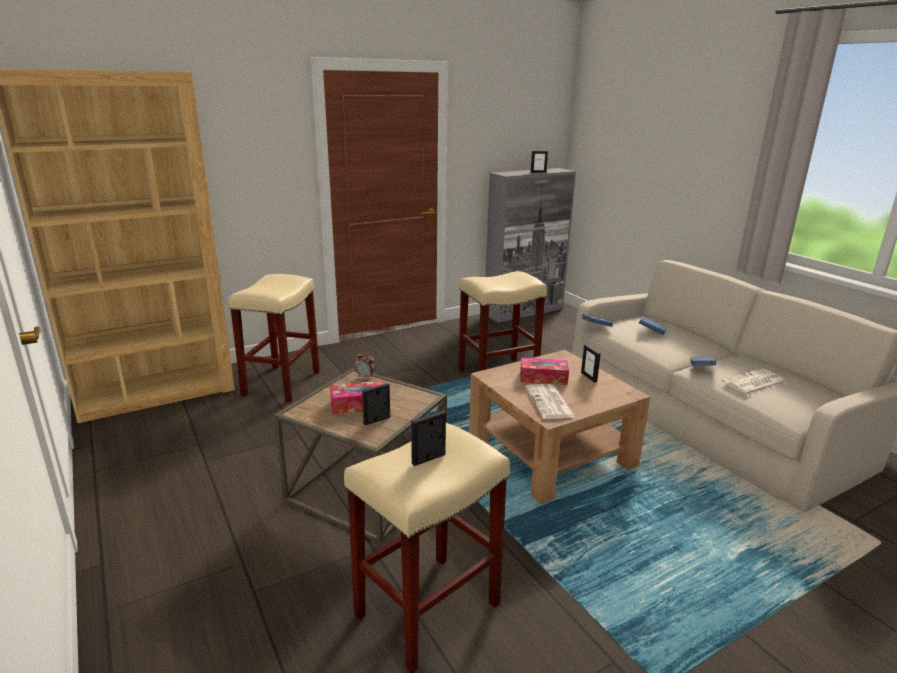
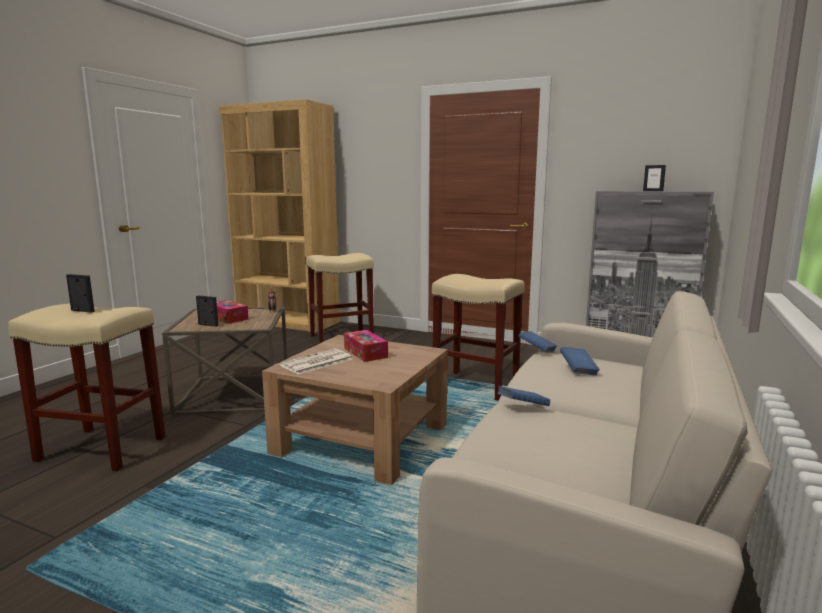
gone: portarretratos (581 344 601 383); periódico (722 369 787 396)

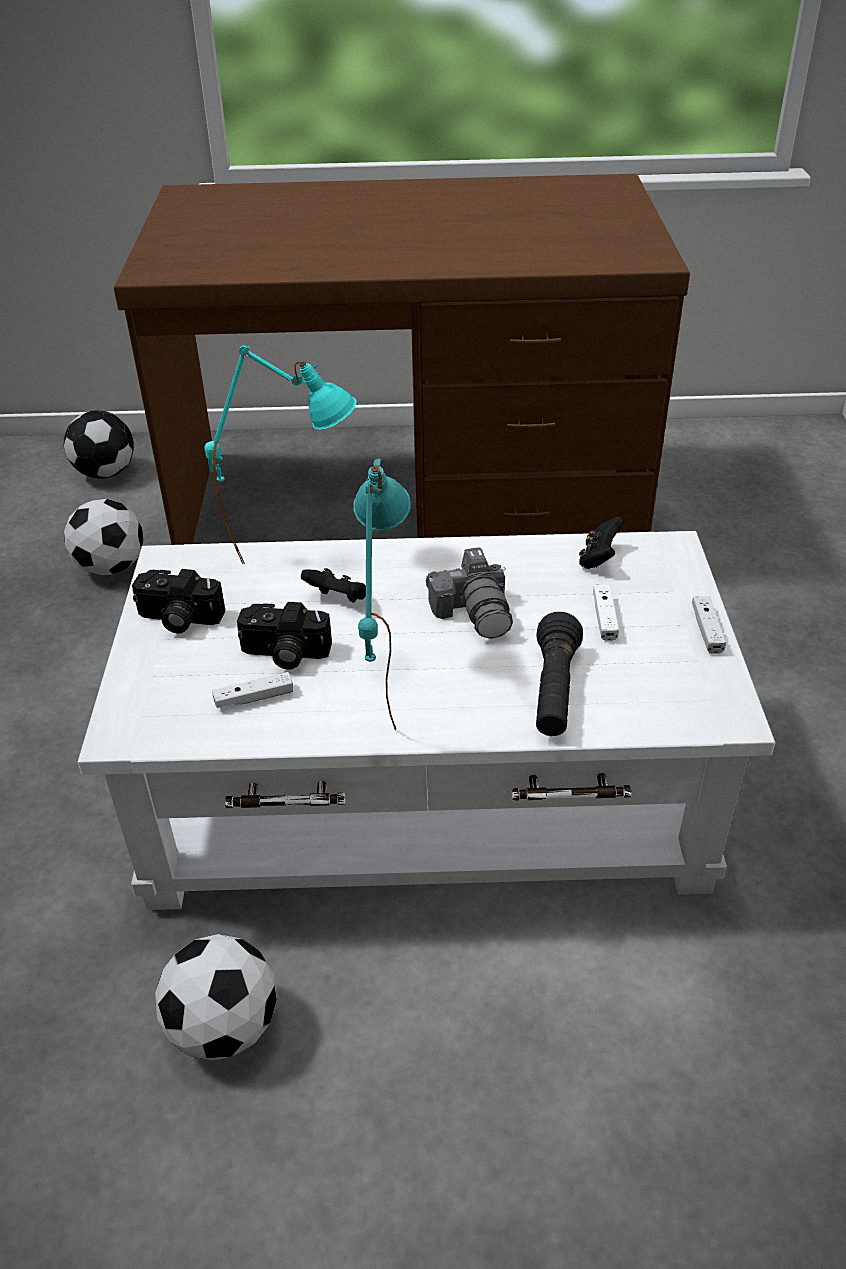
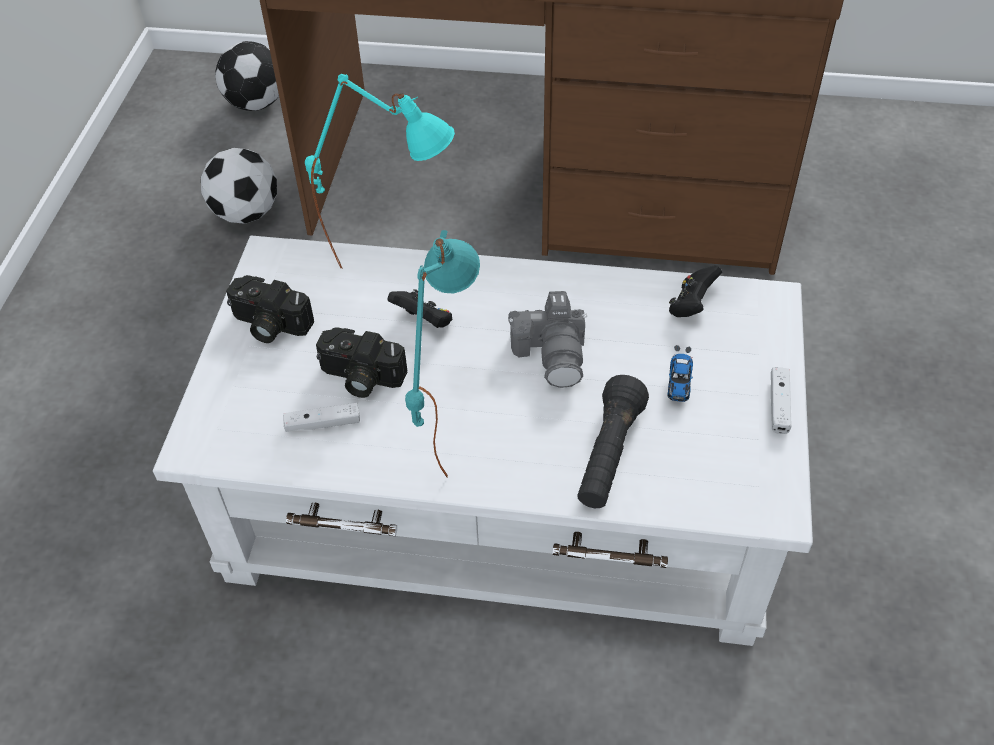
gone: balón de fútbol (155 934 277 1061)
swapped: mando de consola (blanco) (593 585 619 641) to coche de juguete (667 345 693 402)

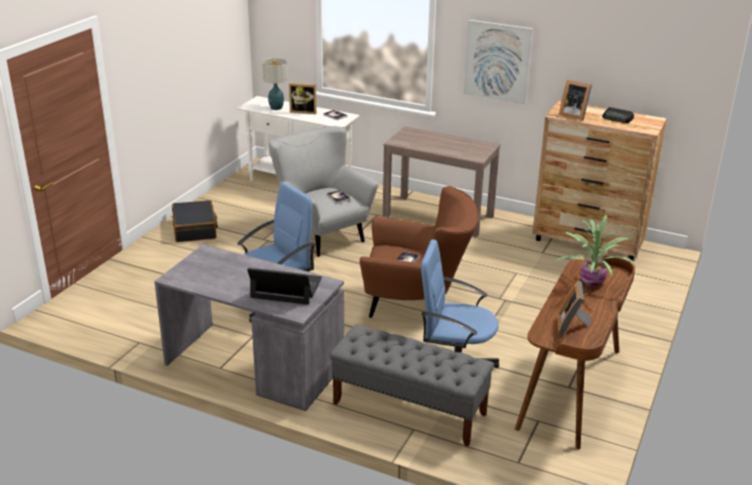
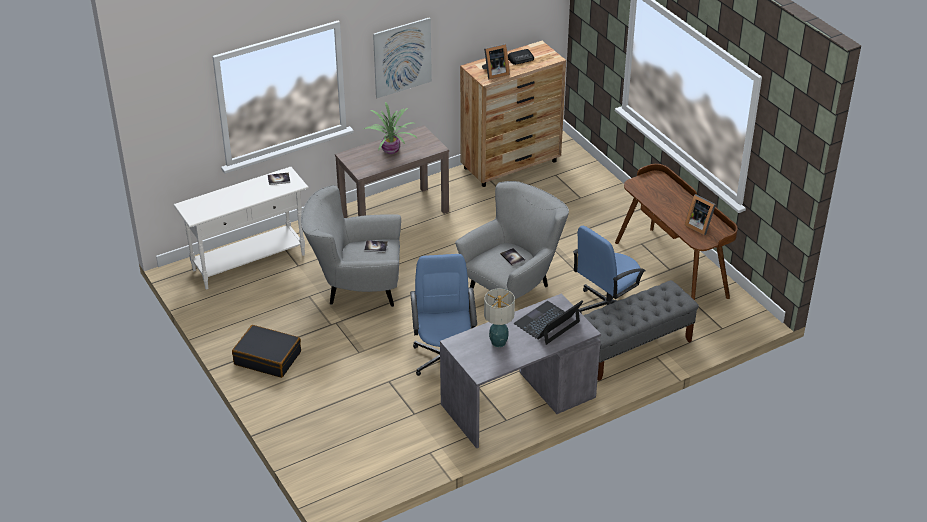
gone: portarretratos (289 83 317 114)
shifted: lámpara de mesa (262 58 288 110) to (484 288 515 347); planta en maceta (554 215 636 287) to (364 102 417 154)
repainted: sillón (marrón) (360 186 479 318) to sillón (gris) (455 181 569 299)

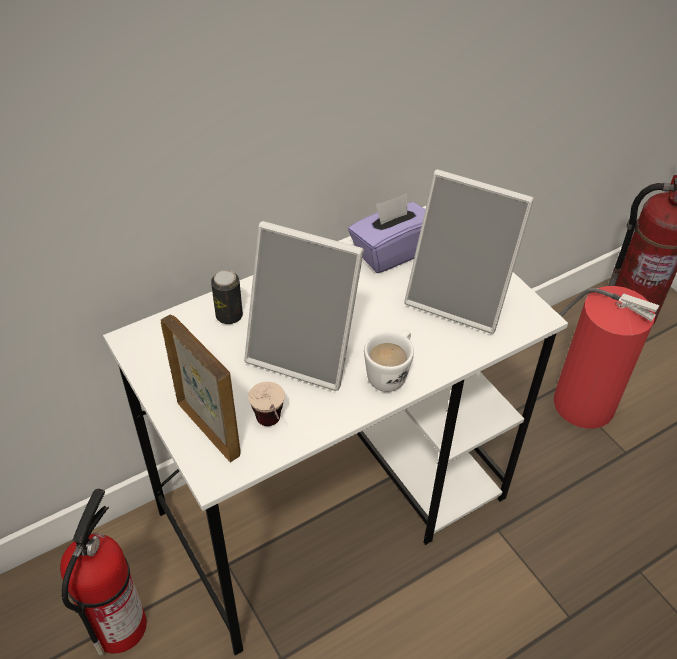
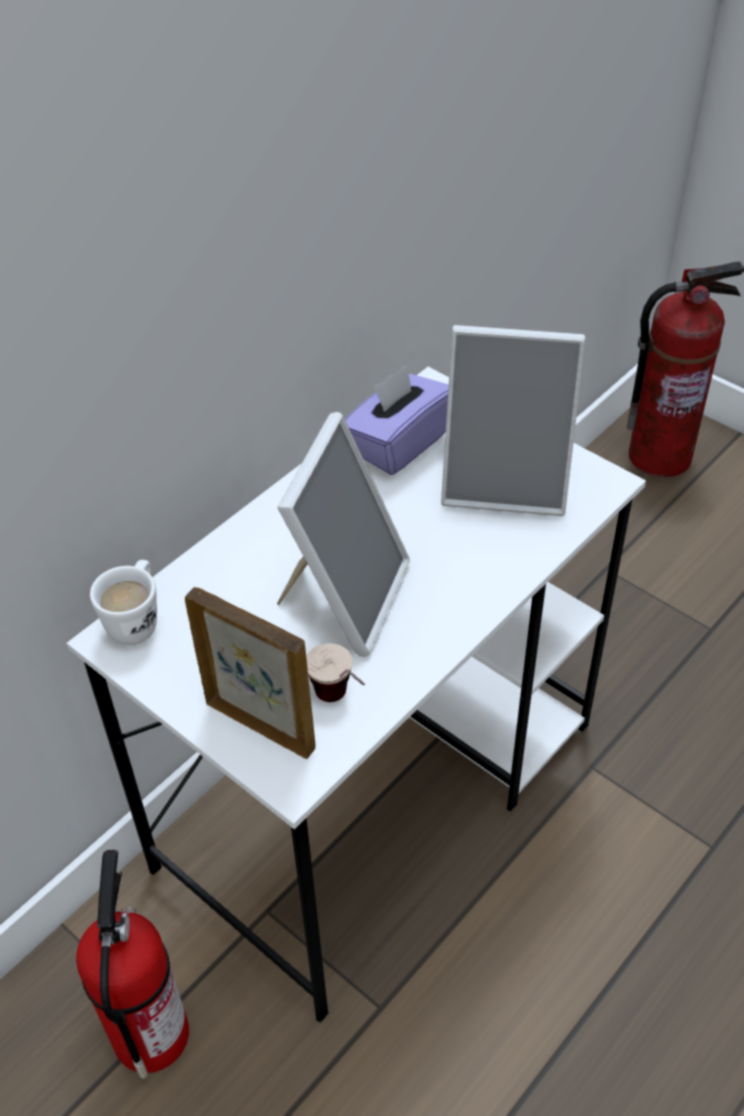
gone: lata (211 270 243 324); extintor (553 286 660 428)
shifted: taza grande (blanco) (364 330 414 392) to (90 560 157 645)
rotated: portarretratos (244 221 364 391) = (277 412 410 657) 75 degrees counterclockwise

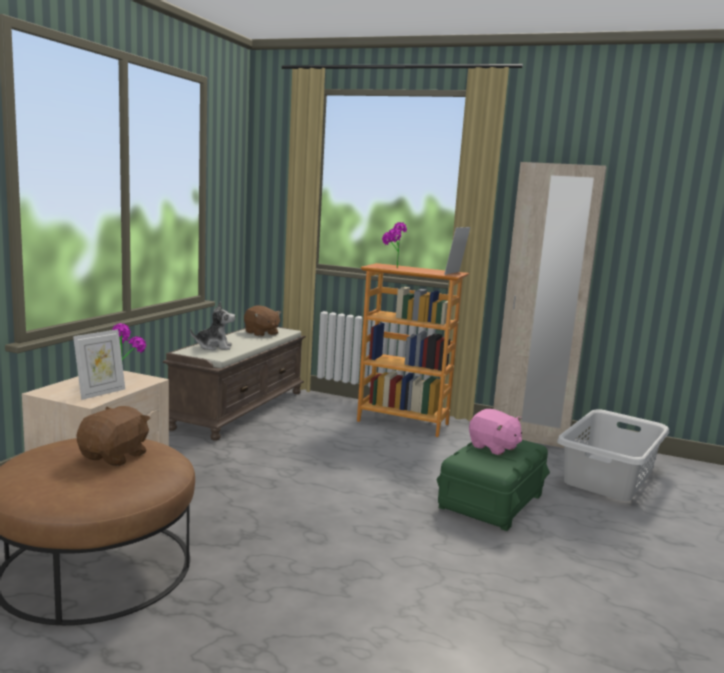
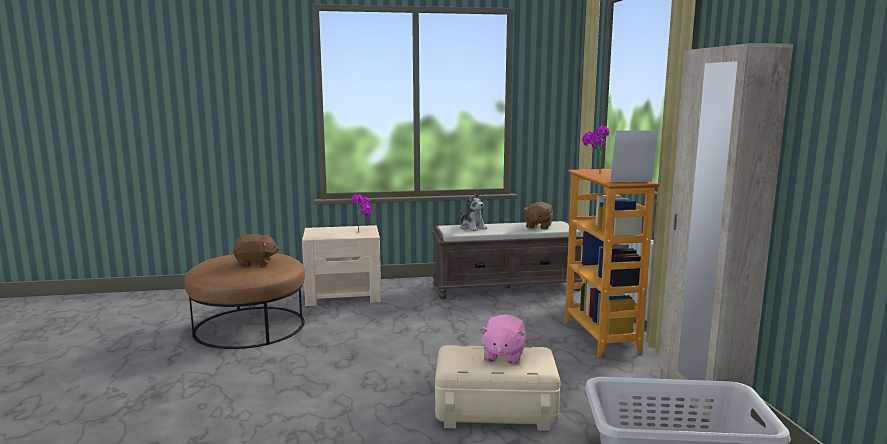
gone: portarretratos (73 329 125 400)
repainted: caja de almacenaje (verde) (436 440 550 531) to caja de almacenaje (beis) (435 345 560 431)

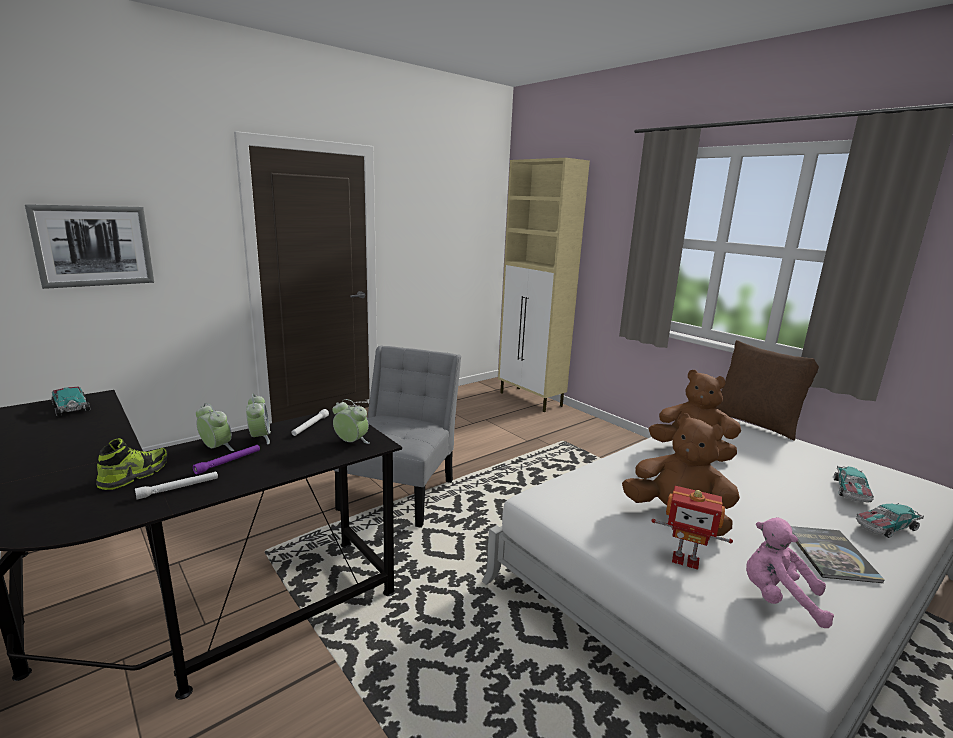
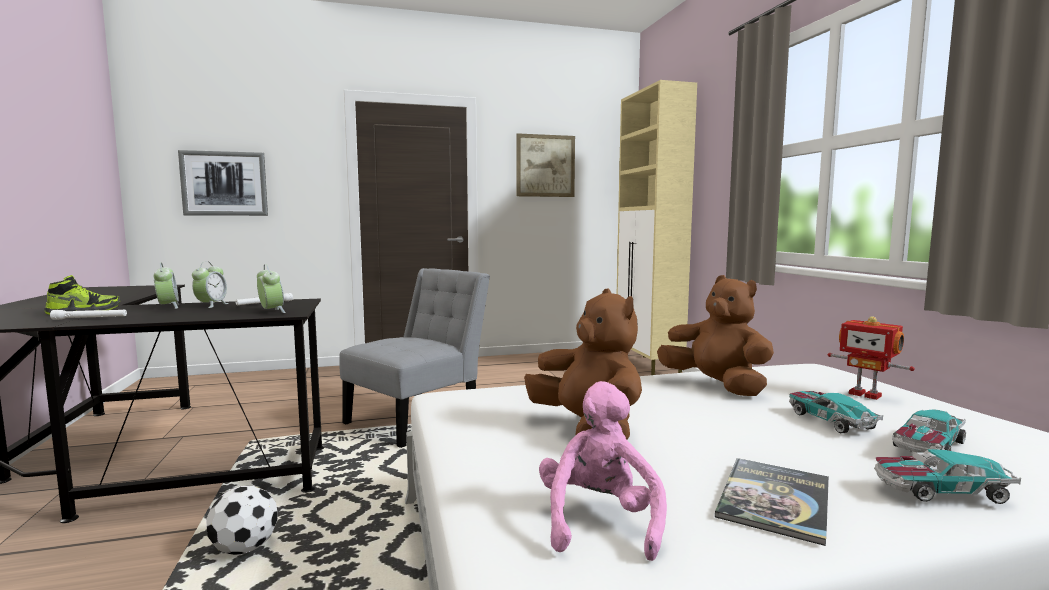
gone: linterna (morado) (193 445 260 475); cojín (marrón) (716 340 819 441)
new: balón de fútbol (207 485 278 555); cuadro (516 133 575 197)
shifted: coche de juguete (51 386 90 416) to (789 391 883 433); robot de juguete (651 486 733 570) to (828 316 915 400)
rotated: peluche (rosa) (746 517 834 628) = (539 381 667 561) 45 degrees clockwise

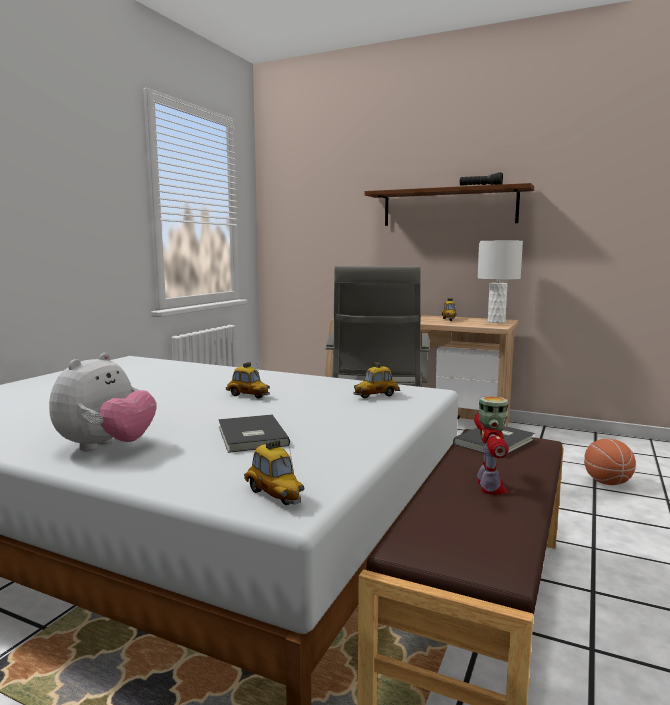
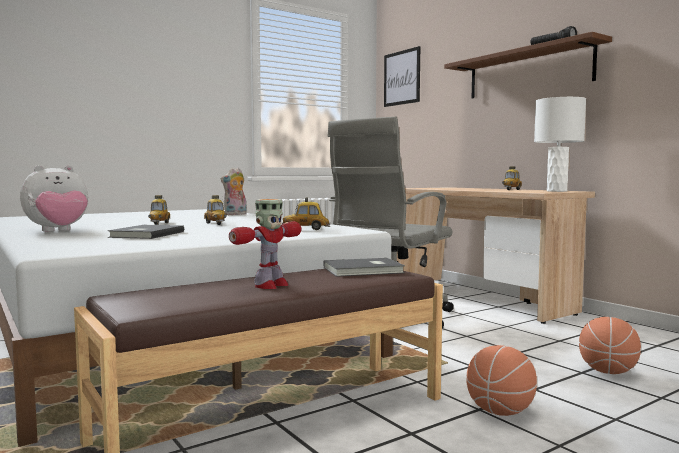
new: peluche (221 168 247 215); cuadro (384 46 420 107); balón de baloncesto (466 345 537 416)
shifted: coche de juguete (244 439 304 505) to (148 195 170 225)

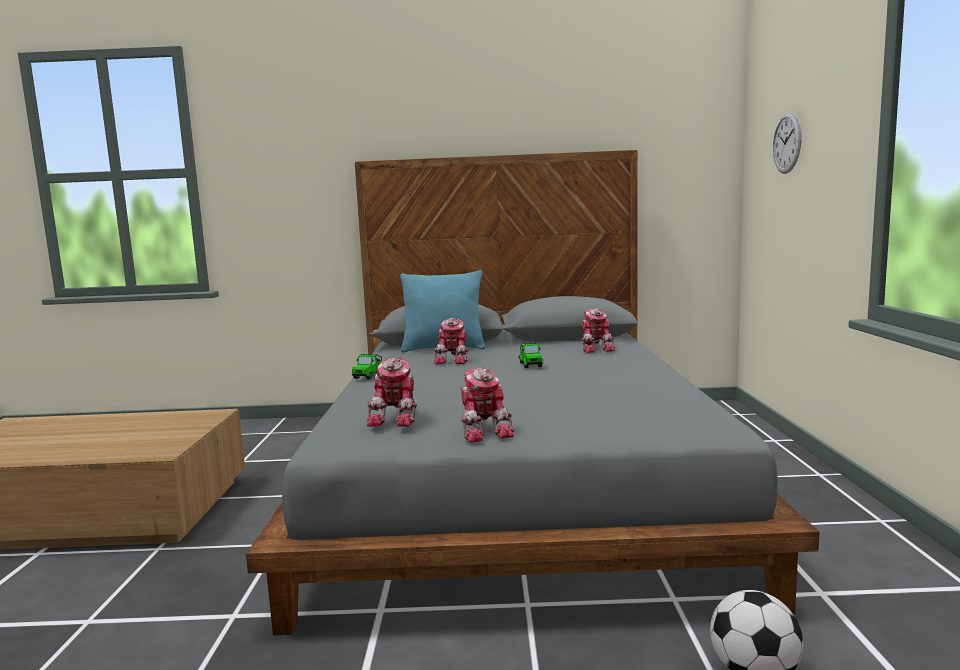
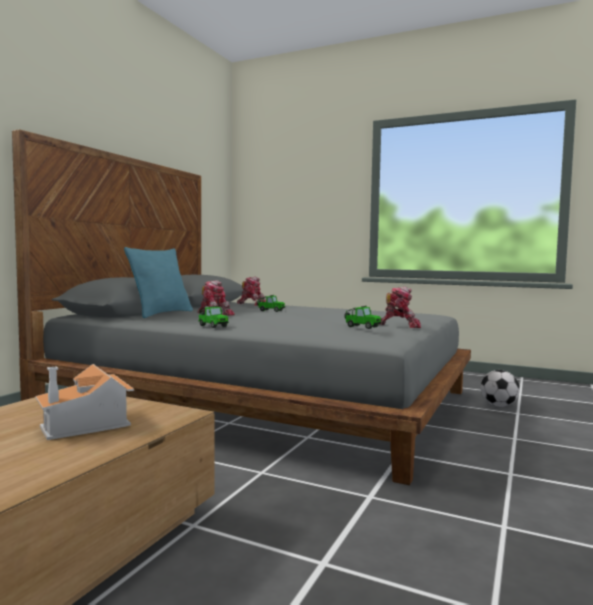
gone: reloj de pared (773 112 802 174)
new: casita (35 364 134 440)
swapped: robot de juguete (367 358 417 427) to coche de juguete (344 306 381 329)

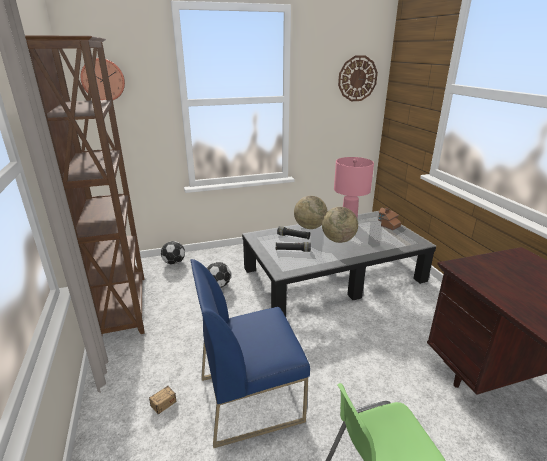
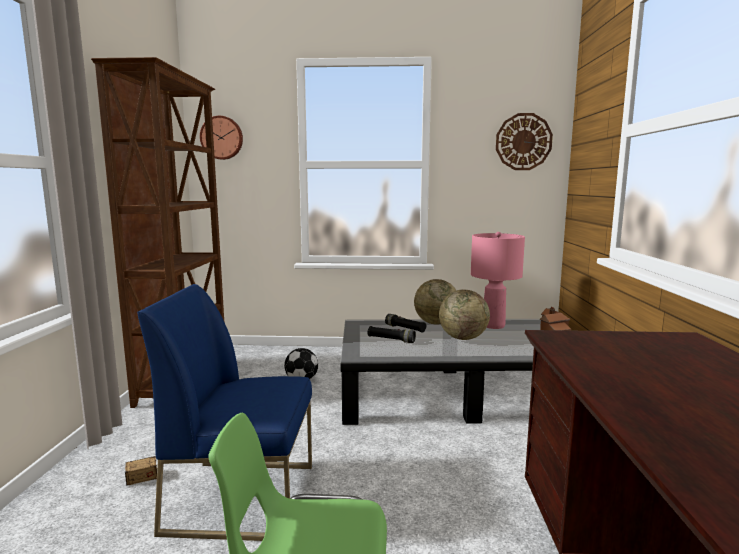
gone: balón de fútbol (161 241 185 265)

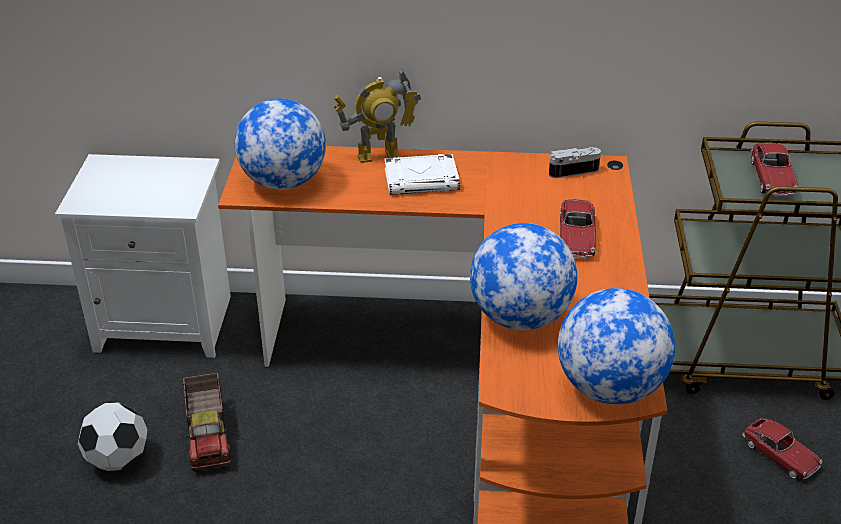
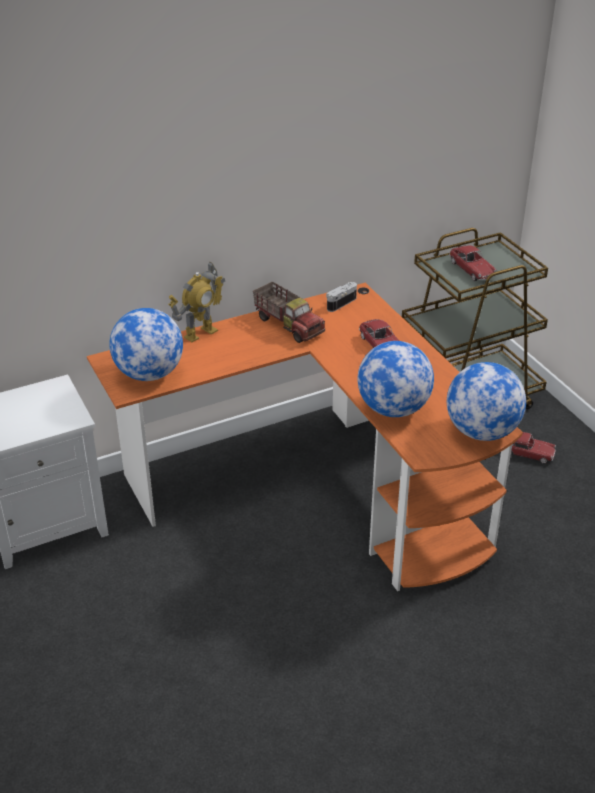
gone: balón de fútbol (78 402 148 471); libro (blanco) (384 154 460 195)
shifted: camión de juguete (183 373 231 471) to (253 282 325 343)

